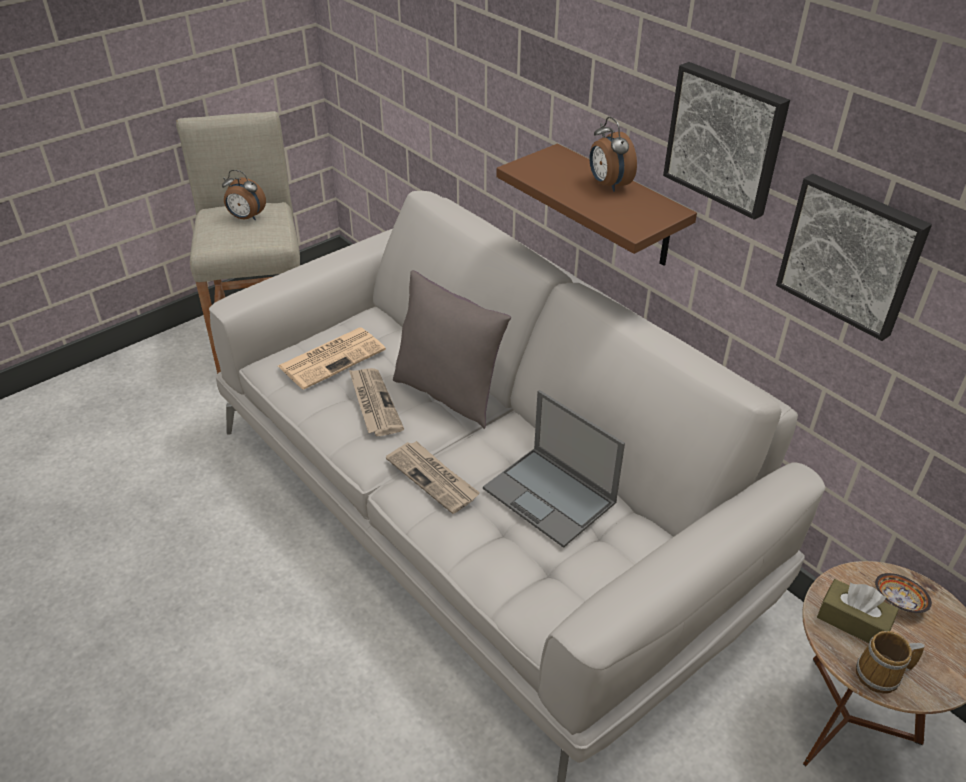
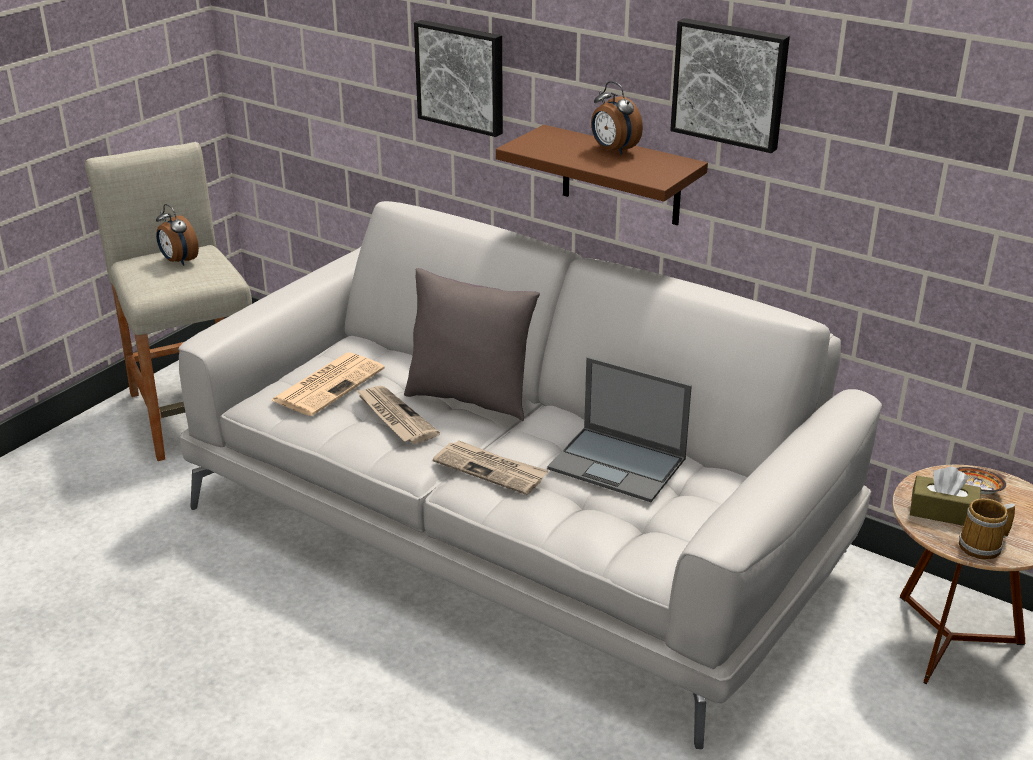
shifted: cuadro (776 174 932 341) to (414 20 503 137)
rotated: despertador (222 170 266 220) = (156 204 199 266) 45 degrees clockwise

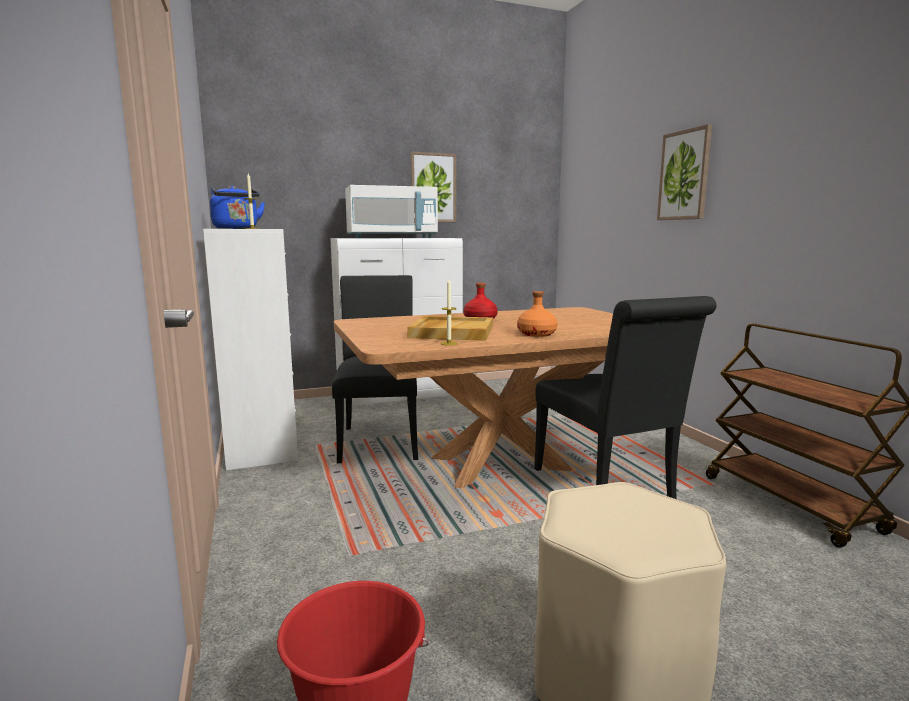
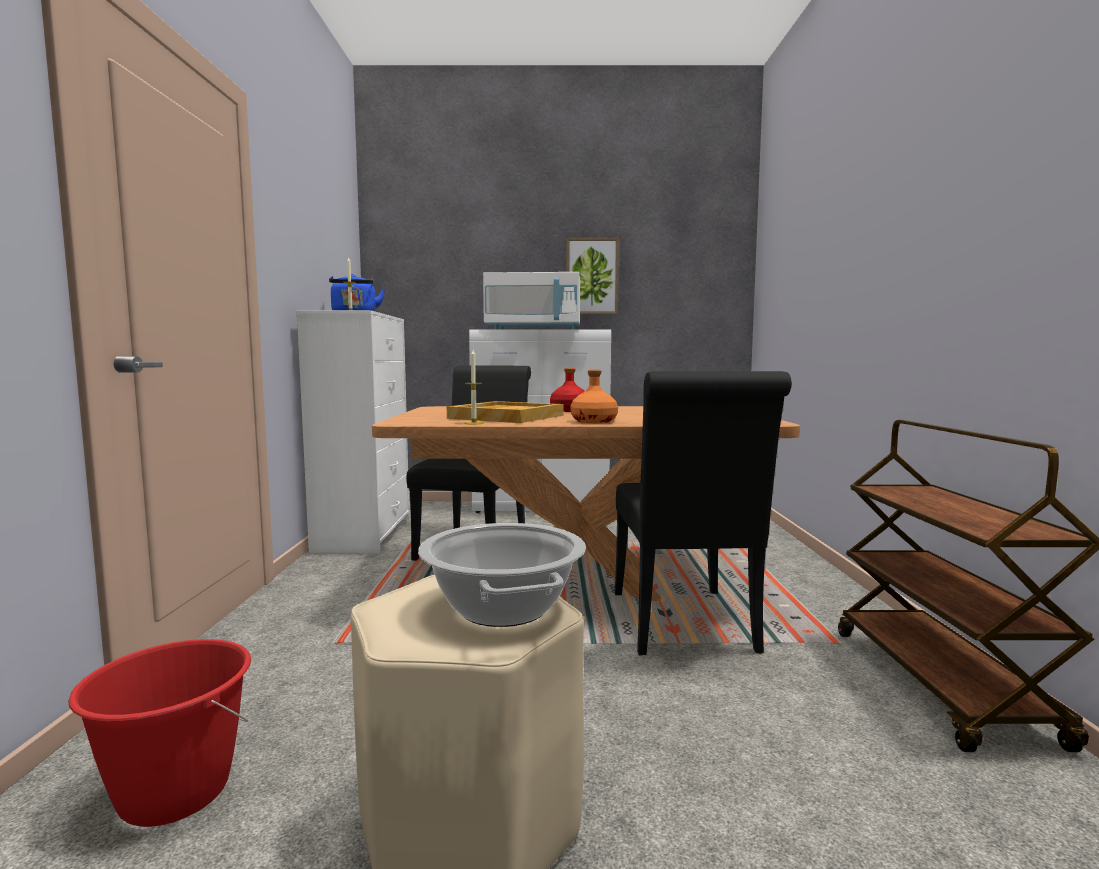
gone: cuadro (657 124 712 220)
new: olla (418 523 586 627)

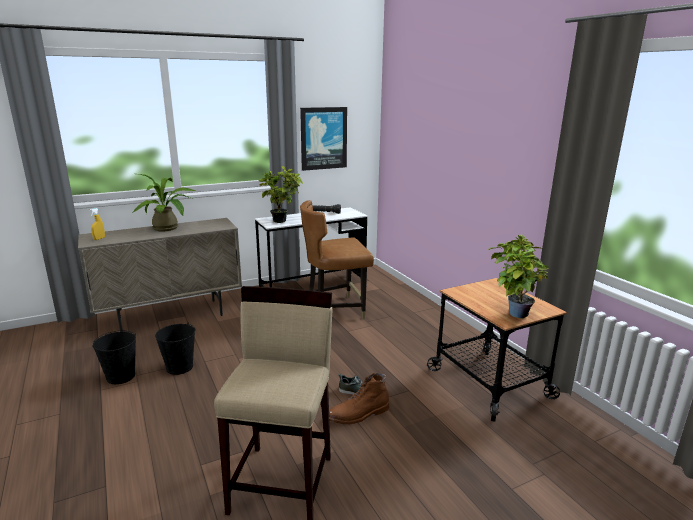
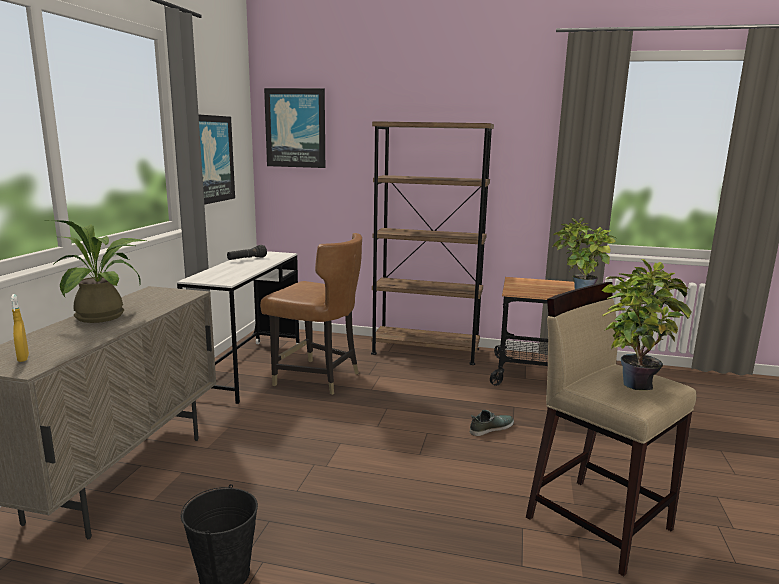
gone: cubo (negro) (155 323 195 375); bota (marrón) (329 373 389 425)
new: cuadro (264 88 325 168); estantería (marrón) (371 121 494 365)
shifted: planta en maceta (259 166 303 223) to (602 259 692 390)
rotated: silla (marrón) (300 200 374 319) = (260 233 362 395) 90 degrees counterclockwise

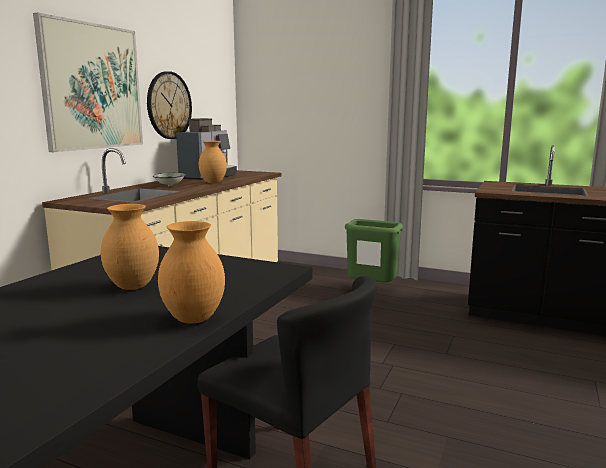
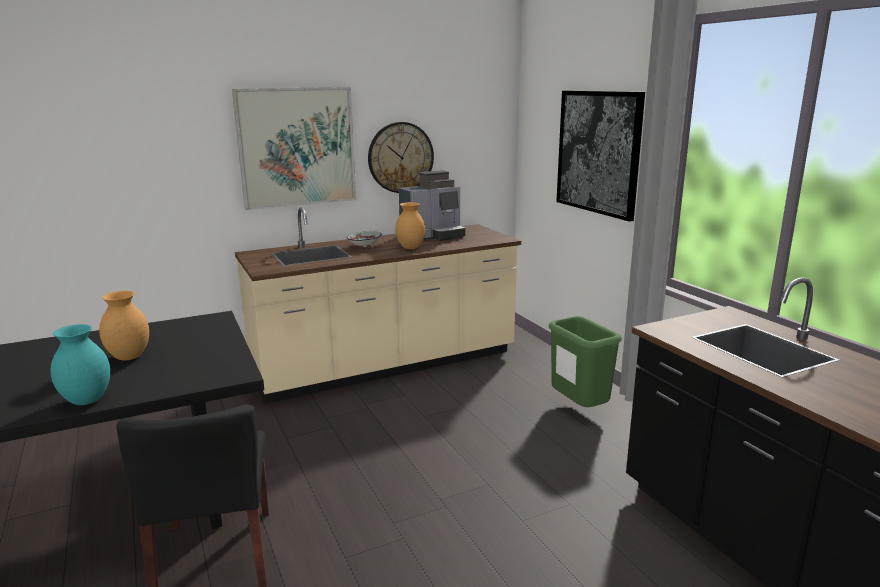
new: cuadro (556 91 645 222)
repainted: florero (marrón) (158 221 225 324) to florero (turquesa) (51 324 110 405)

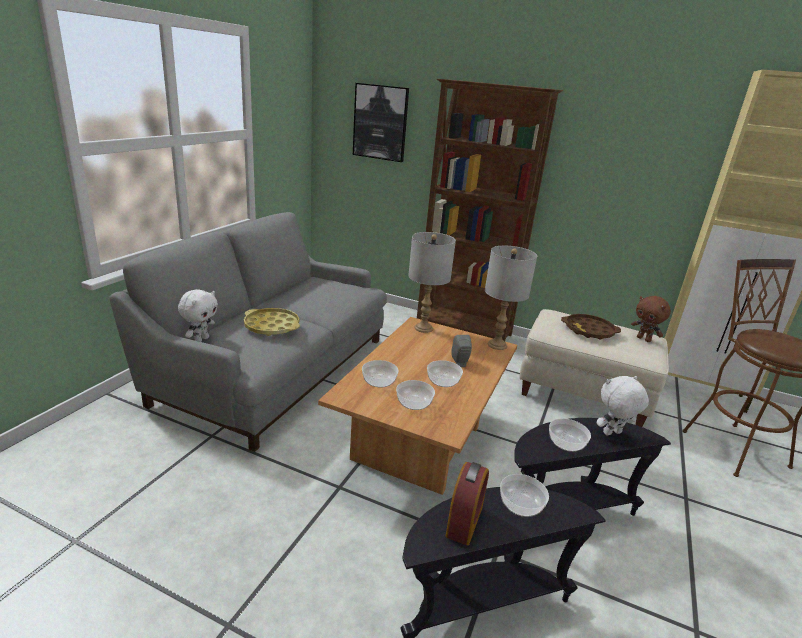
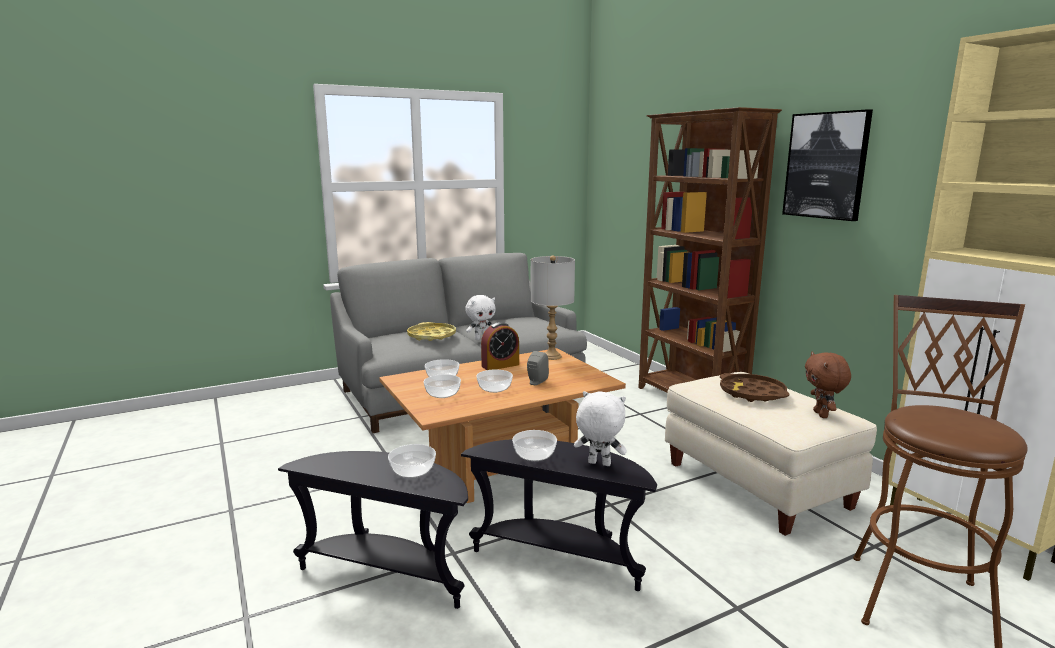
gone: lámpara de mesa (gris) (485 246 537 350)
shifted: peluche (blanco) (178 289 218 342) to (465 295 496 340); cuadro (353 83 409 162) to (782 109 873 221); despertador (446 462 489 546) to (481 322 519 370)

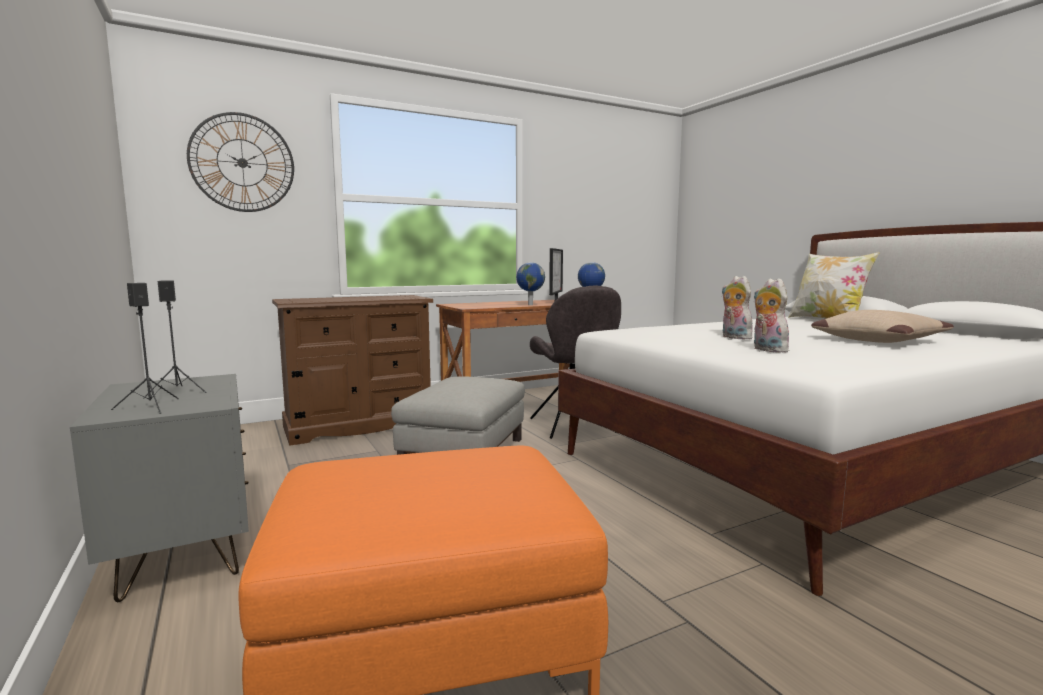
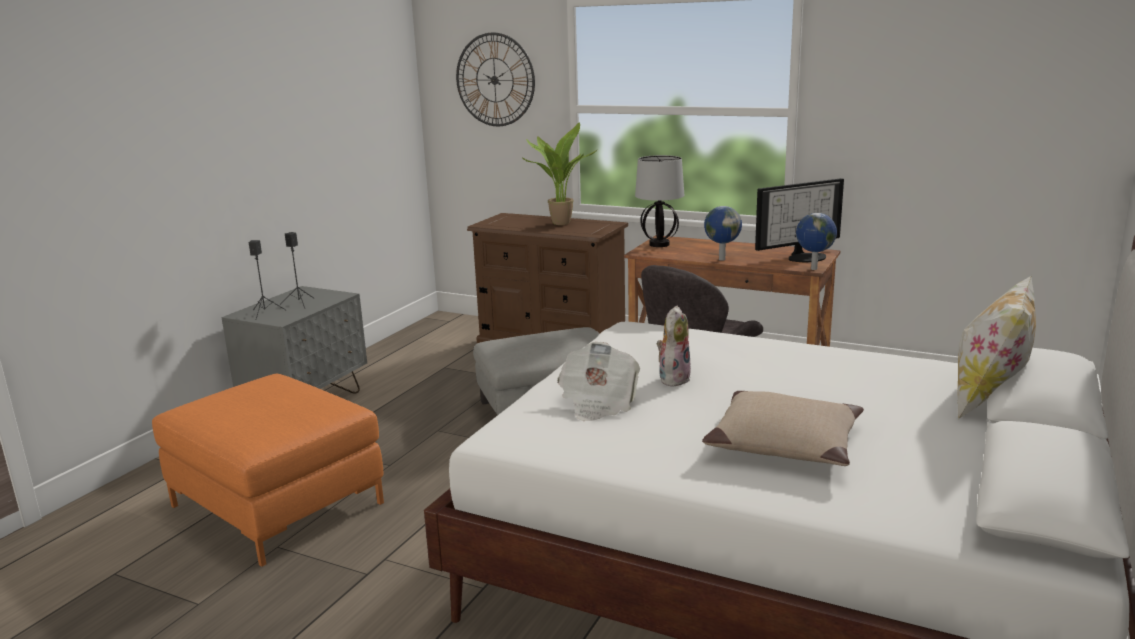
new: planta en maceta (523 123 599 225); lámpara de mesa (635 155 684 247)
swapped: peluche (753 278 790 353) to periódico (557 342 640 421)

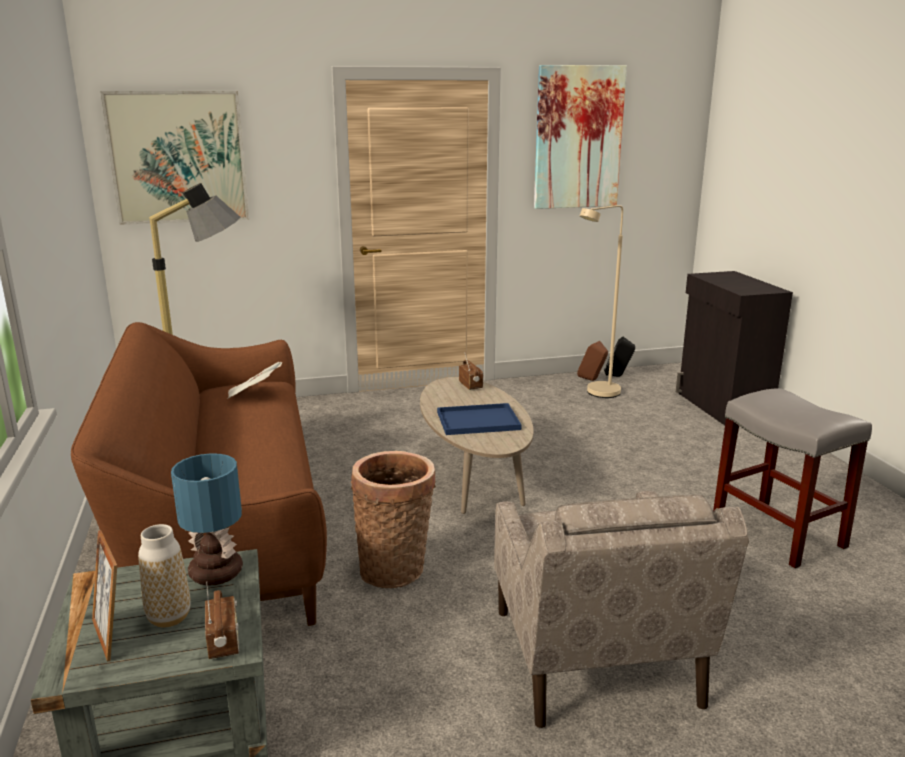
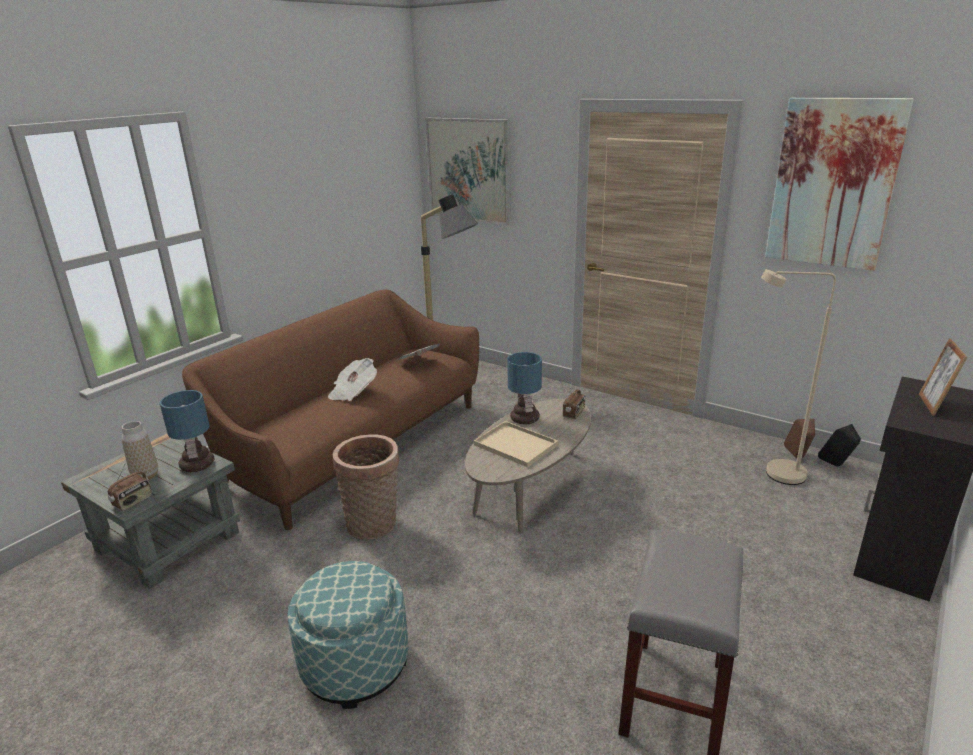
new: periódico (328 358 377 401); lámpara de mesa (507 352 542 425)
shifted: portarretratos (92 530 117 662) to (919 338 968 416)
swapped: sillón (beis) (494 491 749 728) to puf (287 561 408 709)
repainted: bandeja (azul) (437 403 521 435) to bandeja (beis) (474 421 558 467)

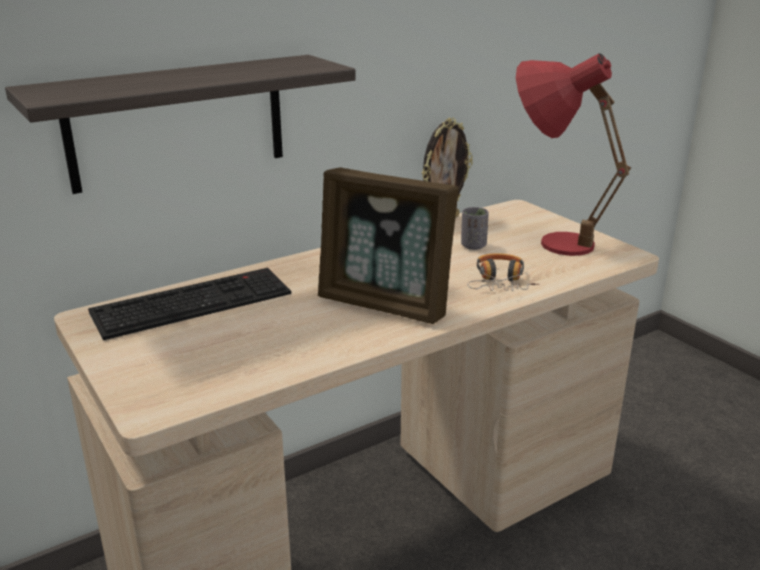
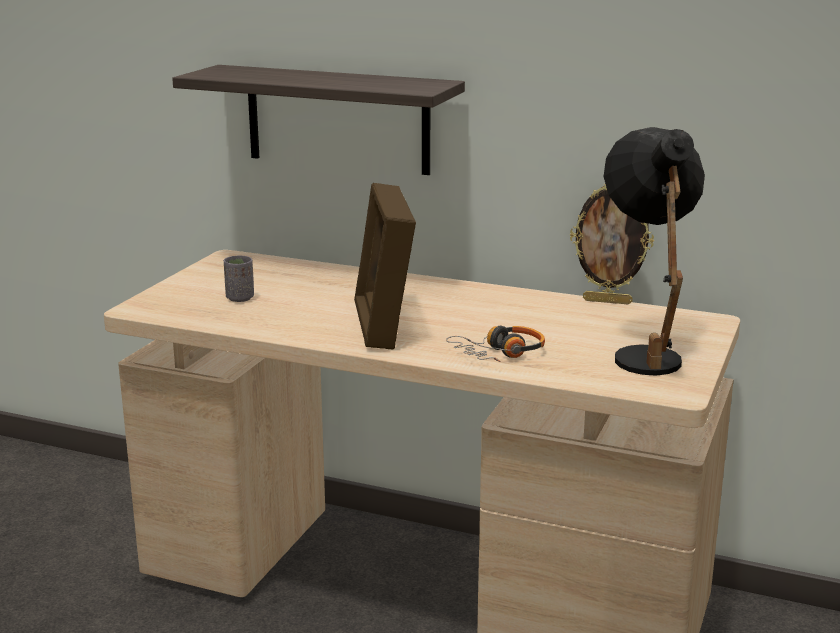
gone: teclado (88 268 291 340)
shifted: taza (gris) (461 207 489 250) to (224 255 254 302)
repainted: lámpara de mesa (rojo) (516 53 631 256) to lámpara de mesa (negro) (603 127 705 375)

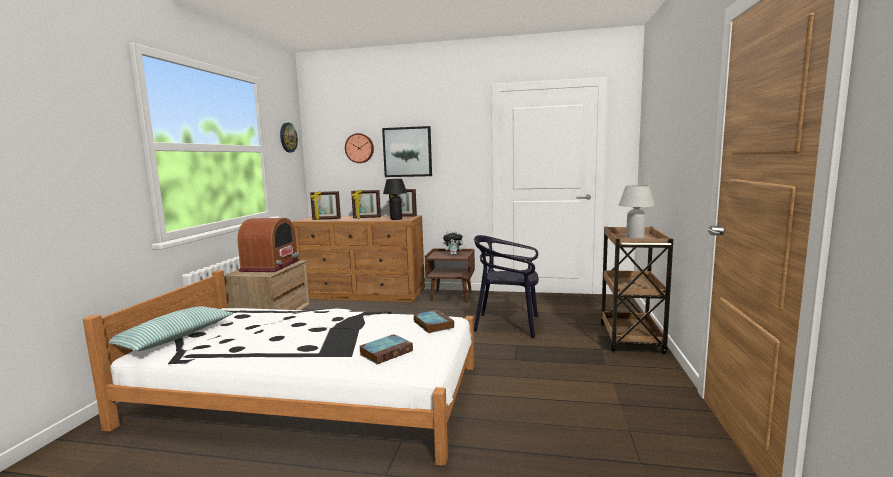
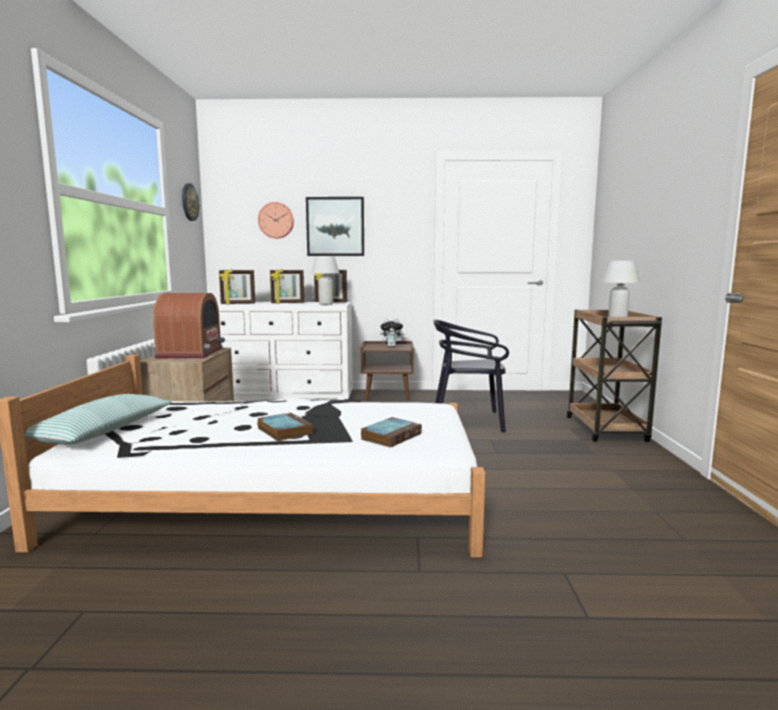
shifted: libro (414 310 454 333) to (257 412 313 441)
repainted: cómoda (marrón) (292 215 425 302) to cómoda (blanco) (217 302 353 402); lámpara de mesa (negro) (383 179 407 220) to lámpara de mesa (blanco) (312 256 340 305)

